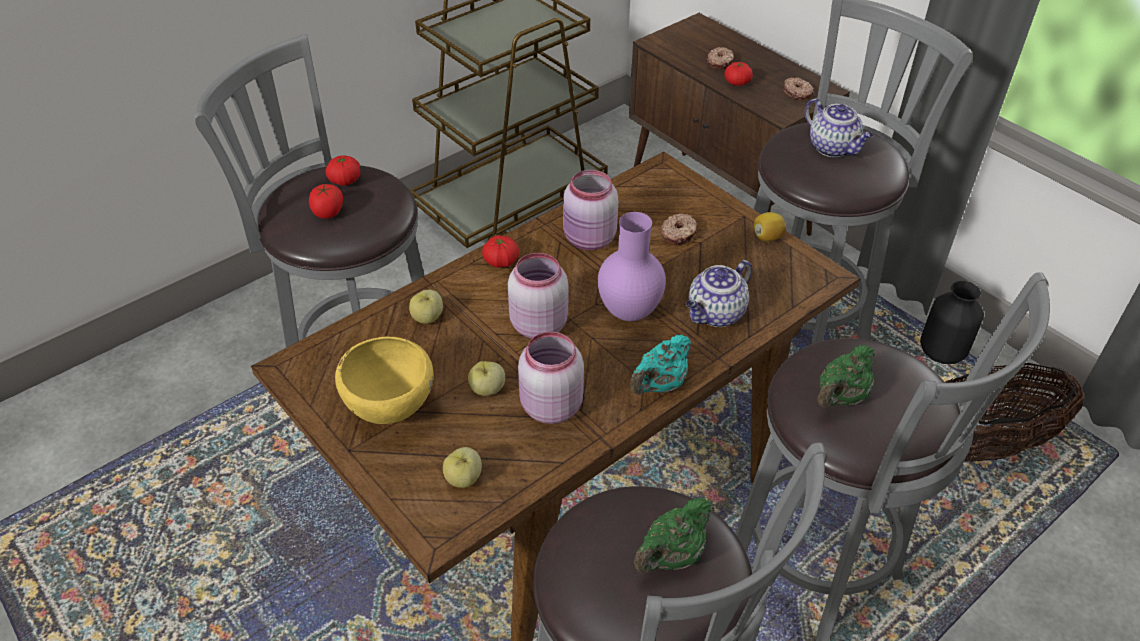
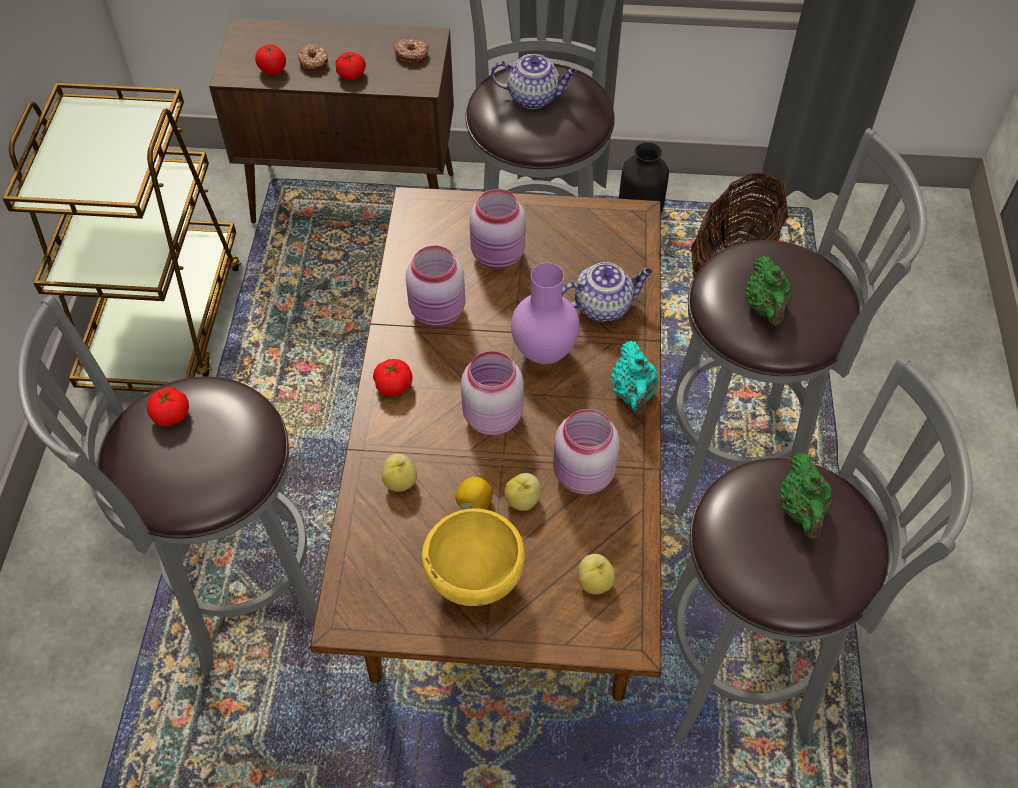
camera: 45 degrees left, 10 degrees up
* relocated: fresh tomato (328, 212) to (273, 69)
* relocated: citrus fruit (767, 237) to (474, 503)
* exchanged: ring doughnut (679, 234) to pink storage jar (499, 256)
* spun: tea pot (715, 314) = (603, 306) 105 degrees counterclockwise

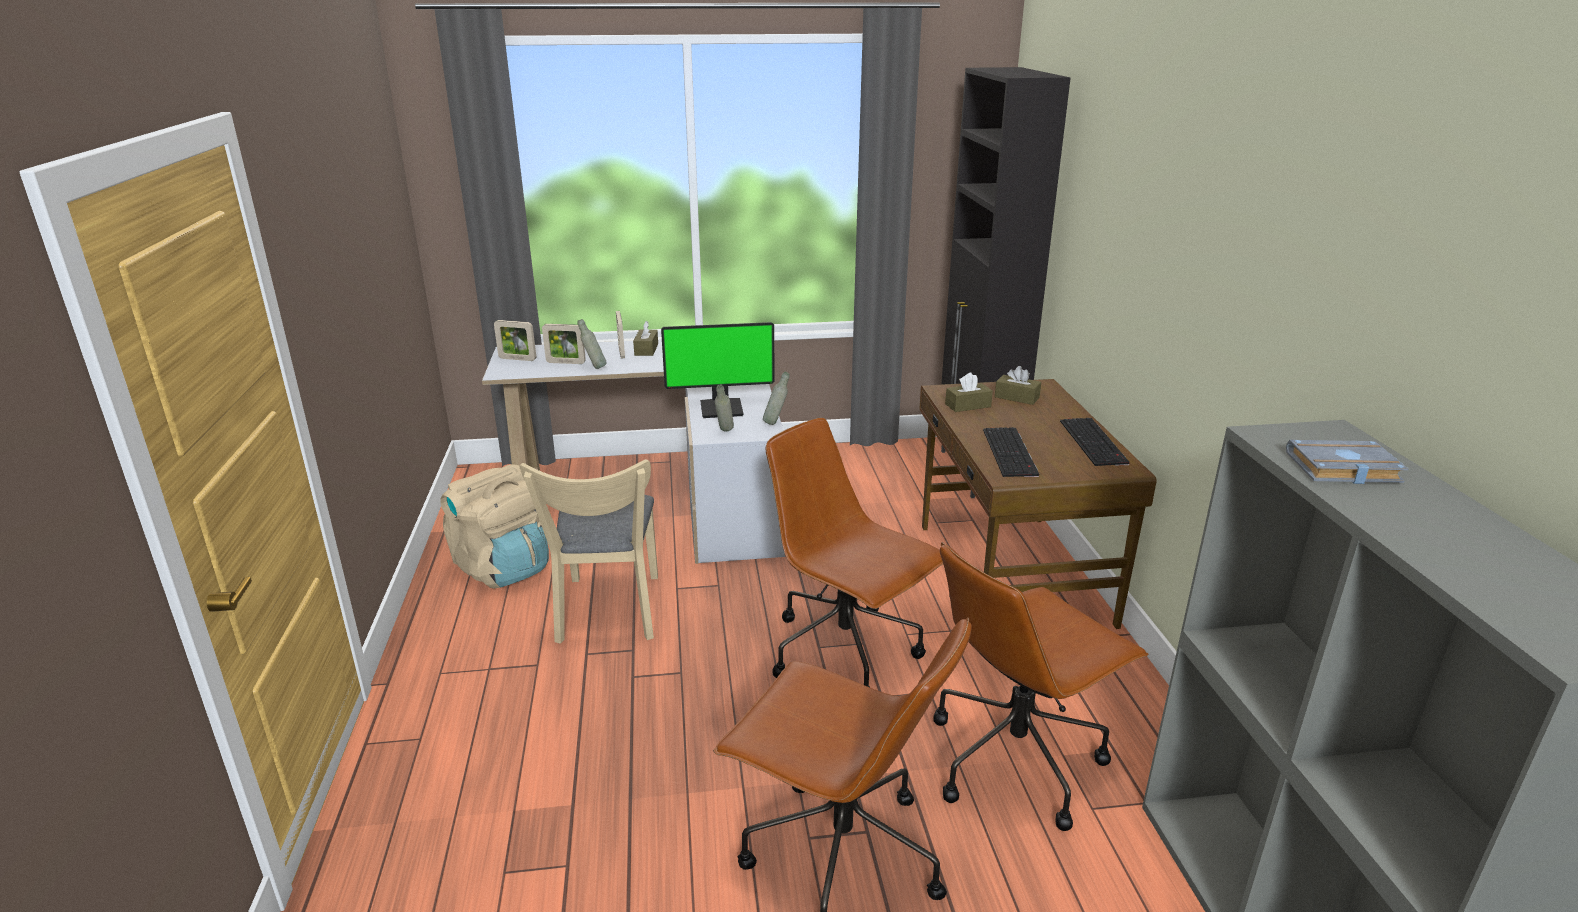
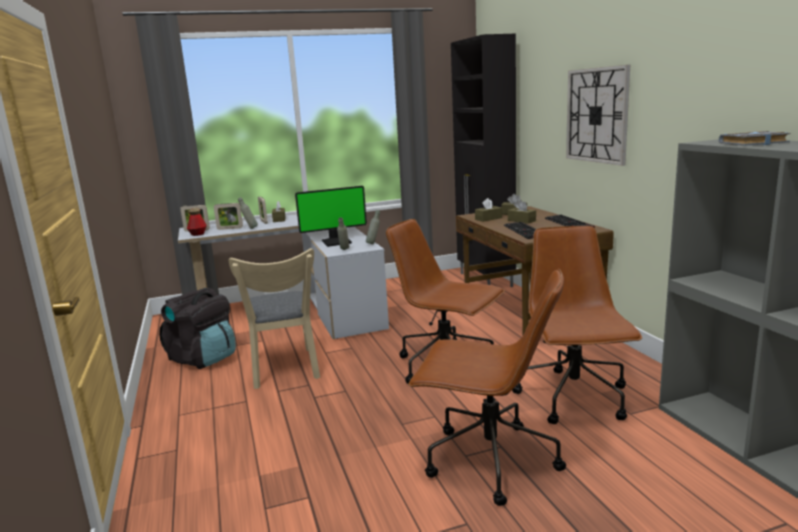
camera: 10 degrees left, 10 degrees down
* colour: sand-coloured backpack (503, 568) to blackish backpack (203, 358)
* spun: brown-coloured computer chair (1016, 759) = (574, 399) 135 degrees clockwise
* appeared: wall clock (597, 115)
* appeared: brown-coloured tissue holder (521, 221)
* appeared: beverage bottle (198, 234)

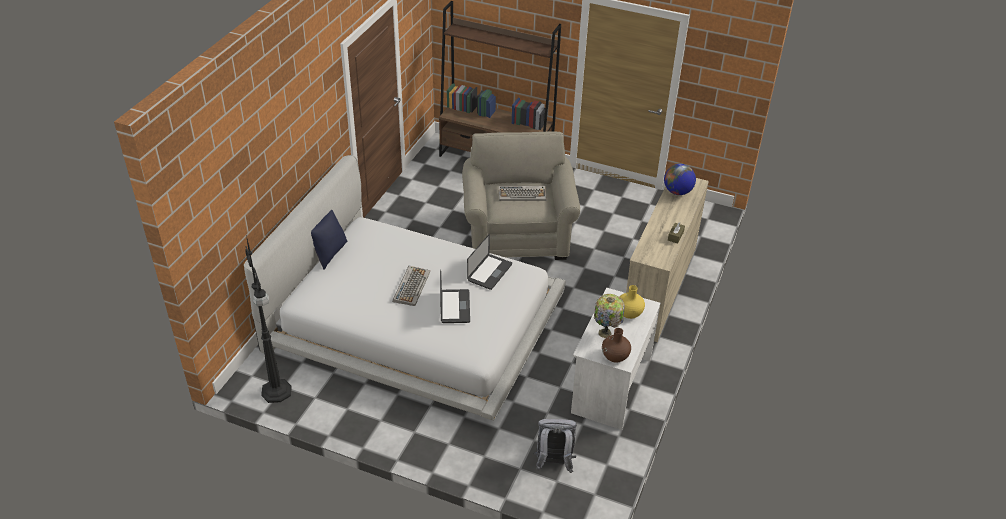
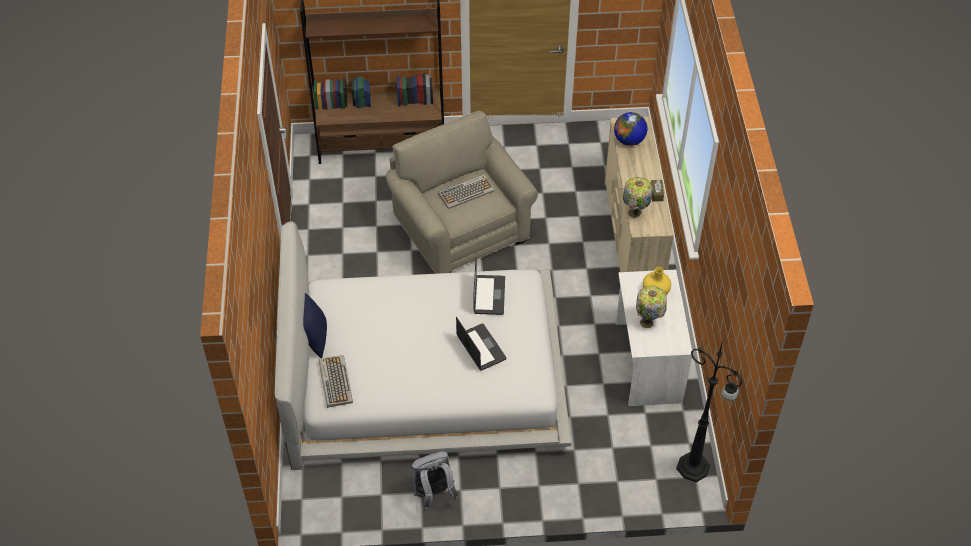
camera: 25 degrees left, 10 degrees up
* relocated: blackish standing lamp (276, 392) to (694, 468)
* relocated: PC keyboard (411, 286) to (335, 381)
* missing: brown-coloured decorative vase (615, 356)
* relocated: gray backpack (553, 463) to (433, 494)
* appeared: lamp for a table (634, 214)

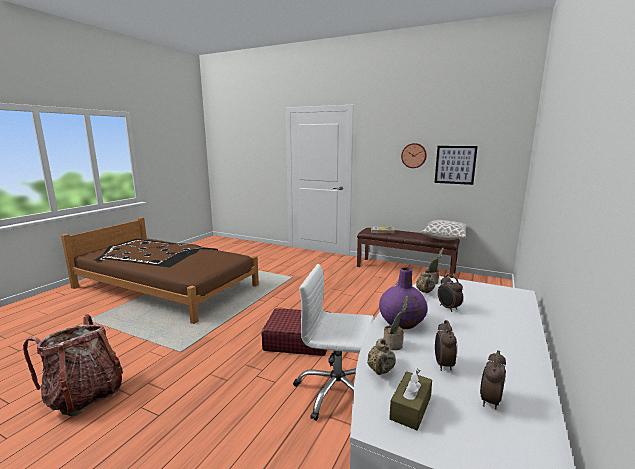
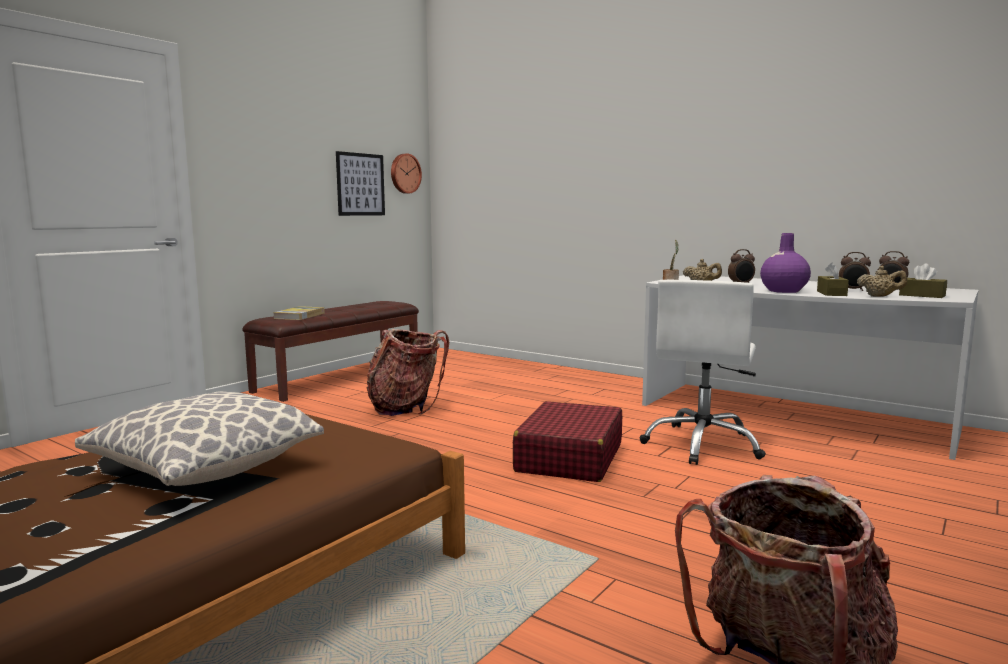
camera: 80 degrees left, 5 degrees down
* relocated: wall clock (414, 155) to (404, 173)
* relocated: pillow (444, 238) to (205, 470)
* exchanged: plant in a pot (394, 345) to brown-coloured tissue holder (831, 293)
* appeared: backpack (406, 407)

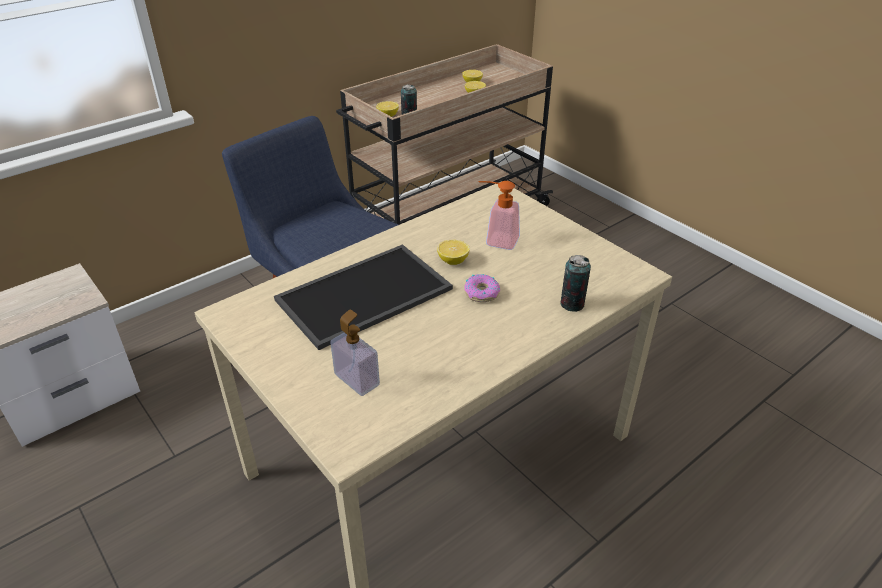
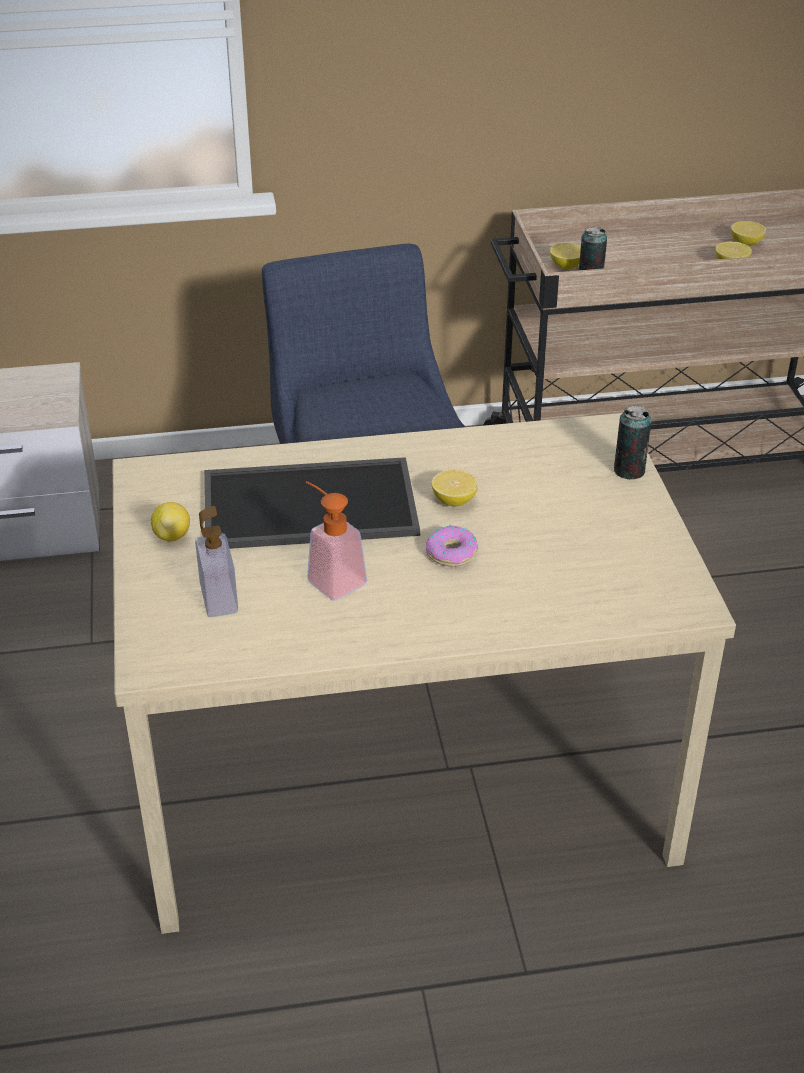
camera: 30 degrees right, 0 degrees up
* relocated: soap dispenser (496, 240) to (330, 578)
* relocated: sealed can (572, 304) to (629, 471)
* appeared: citrus fruit (172, 536)

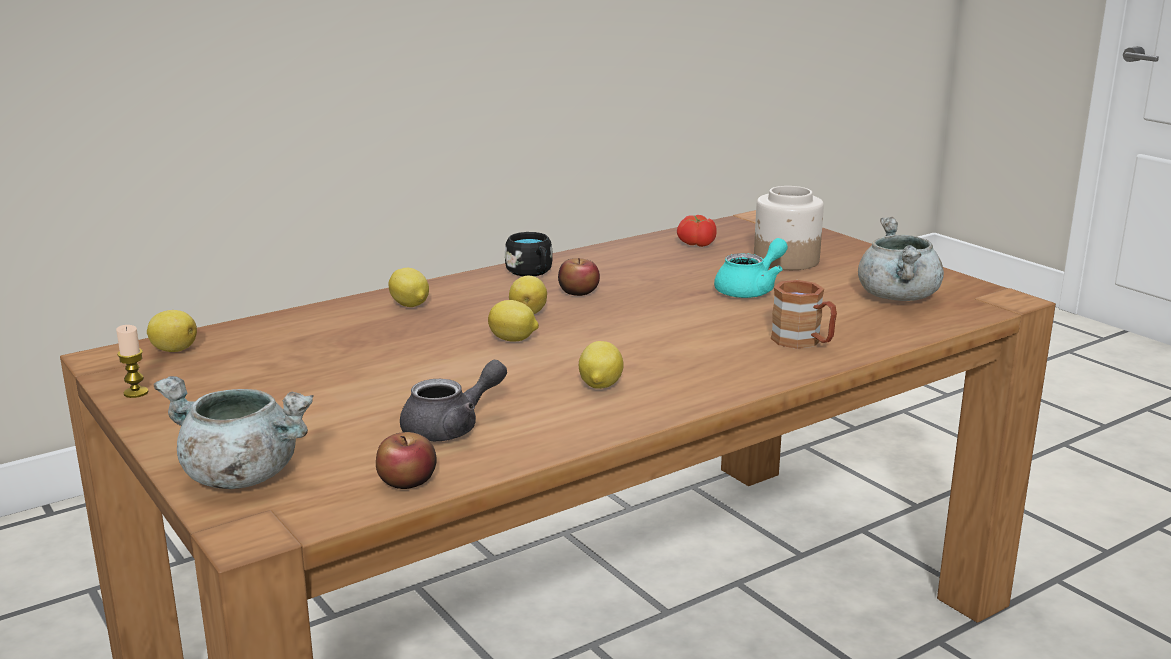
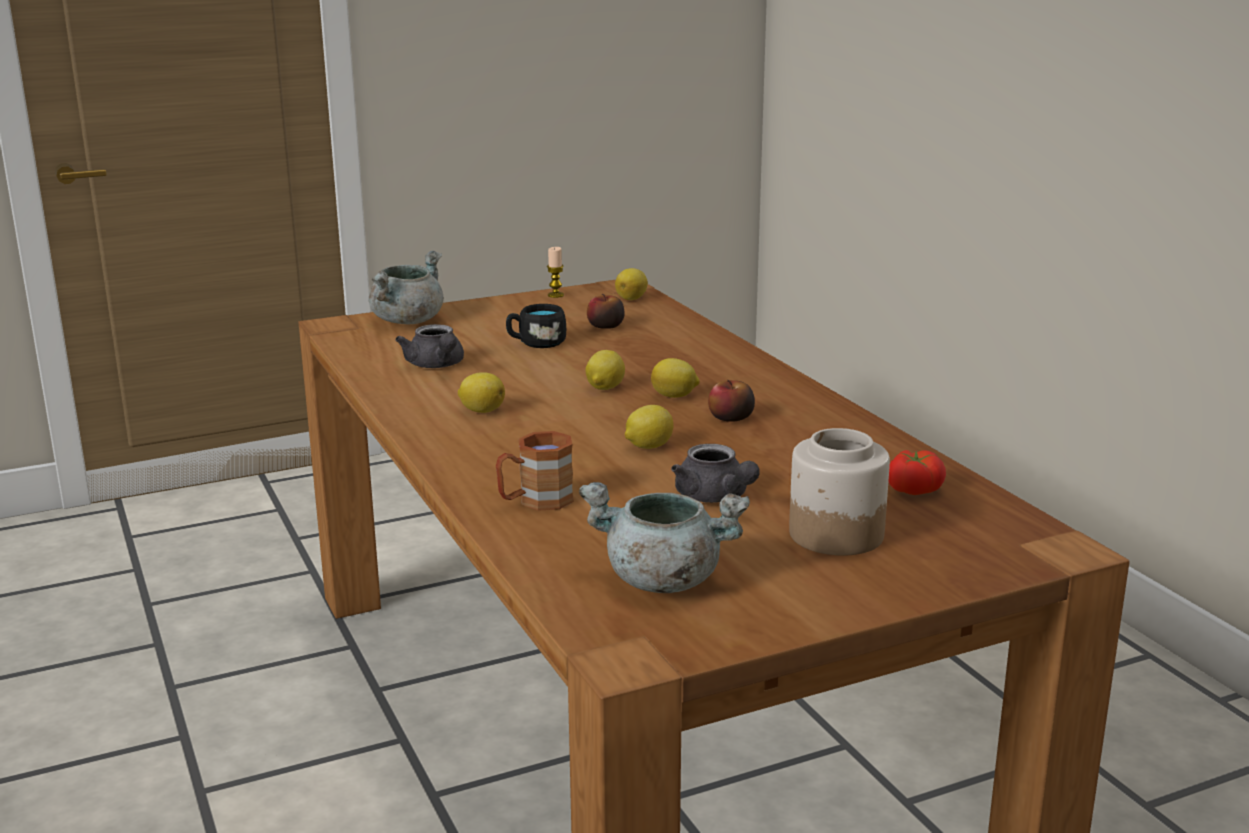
camera: 100 degrees right, 0 degrees up
* relocated: blackish coffee mug (532, 273) to (536, 343)
* colour: blue-green tea pot (751, 290) to gray tea pot (715, 498)
* relocated: citrus fruit (410, 305) to (648, 446)
* relocated: apple fruit (407, 481) to (605, 326)

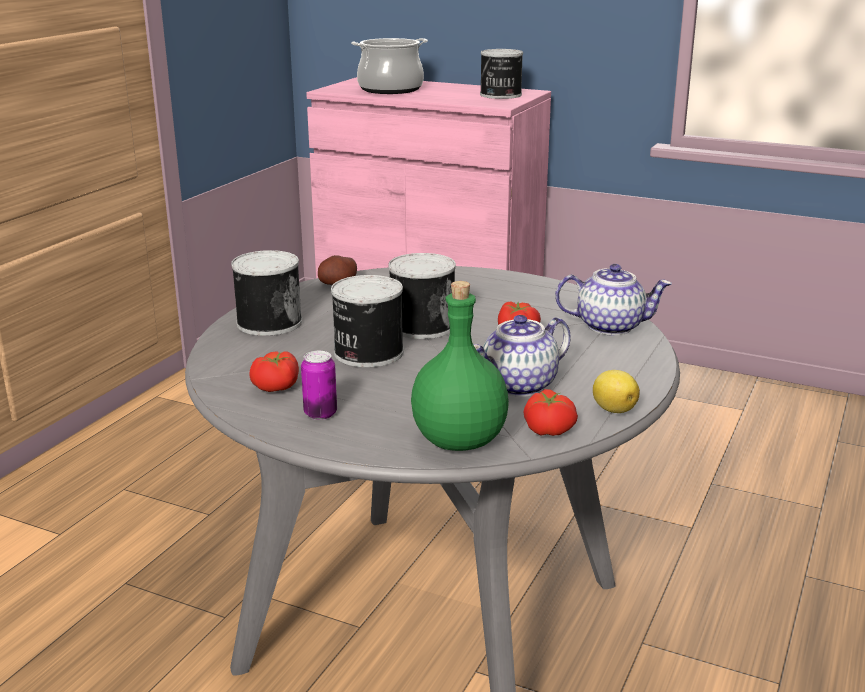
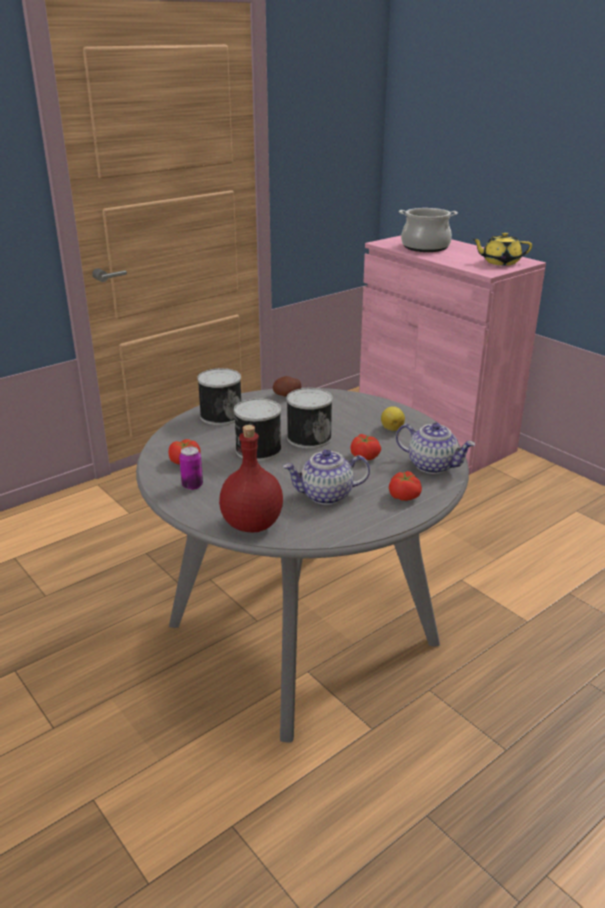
camera: 25 degrees right, 5 degrees up
* exchanged: sealed can (500, 95) to yellowish tea pot (500, 262)
* colour: greenish beverage bottle (459, 440) to red-coloured beverage bottle (253, 524)
* relocated: citrus fruit (613, 409) to (392, 428)
* relocated: fresh tomato (549, 429) to (405, 496)

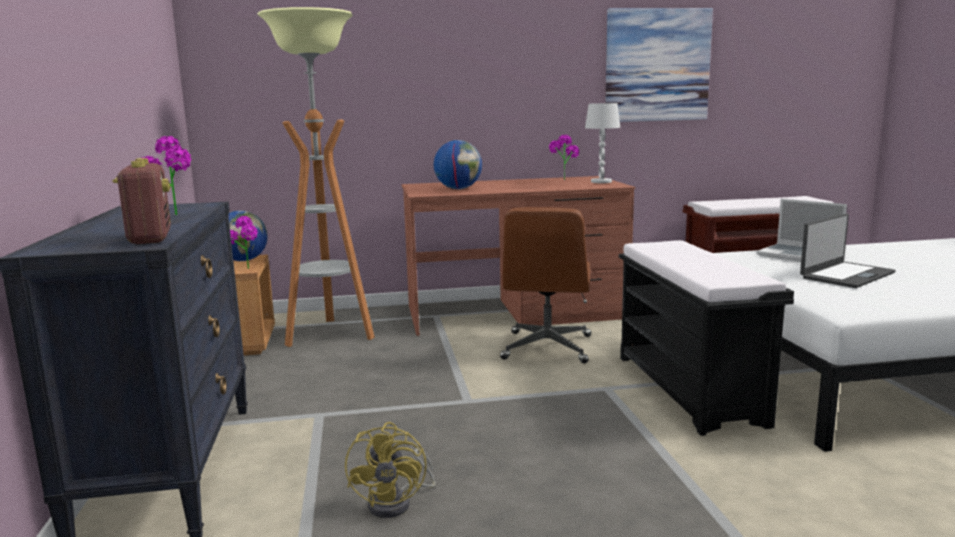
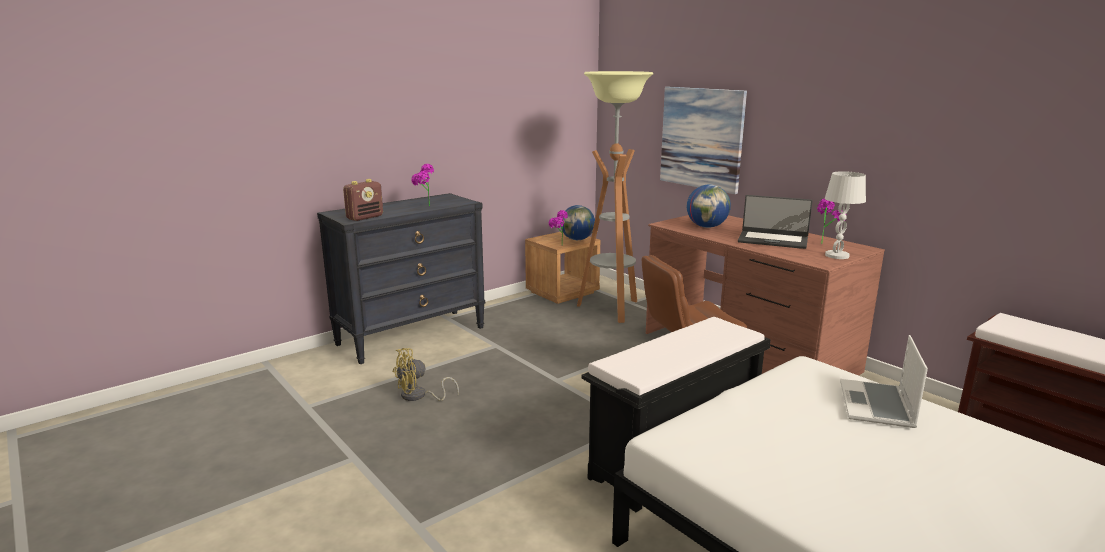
camera: 60 degrees right, 5 degrees up
* relocated: wall art (657, 65) to (701, 138)
* relocated: notebook computer (846, 275) to (772, 240)

